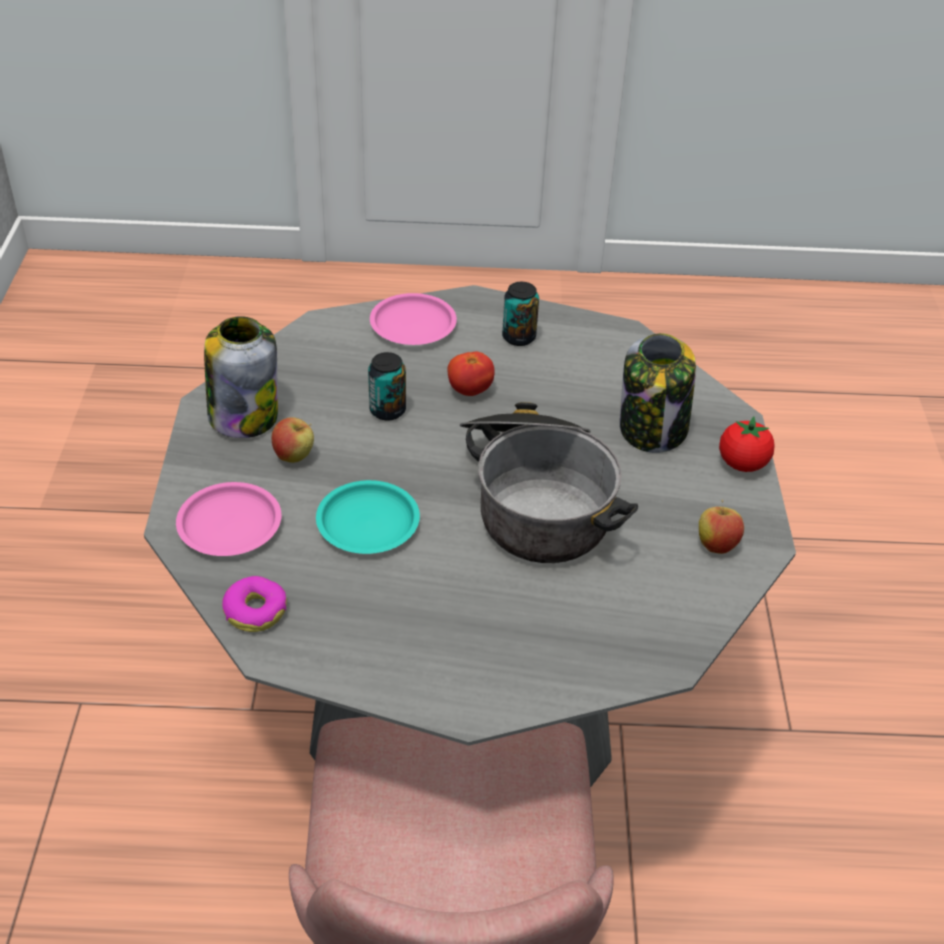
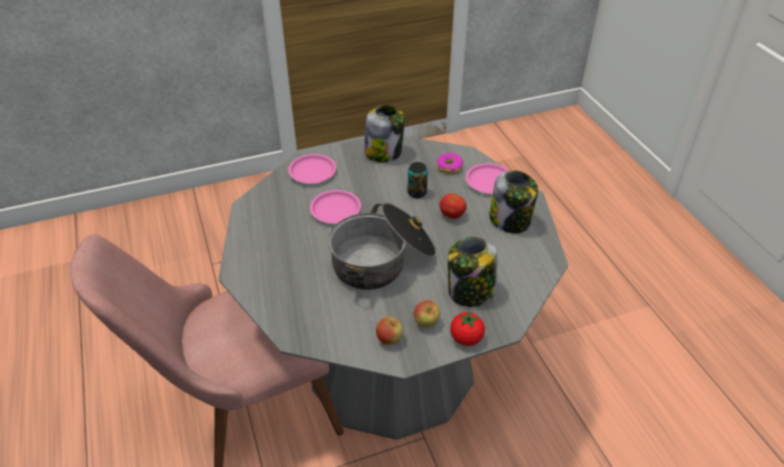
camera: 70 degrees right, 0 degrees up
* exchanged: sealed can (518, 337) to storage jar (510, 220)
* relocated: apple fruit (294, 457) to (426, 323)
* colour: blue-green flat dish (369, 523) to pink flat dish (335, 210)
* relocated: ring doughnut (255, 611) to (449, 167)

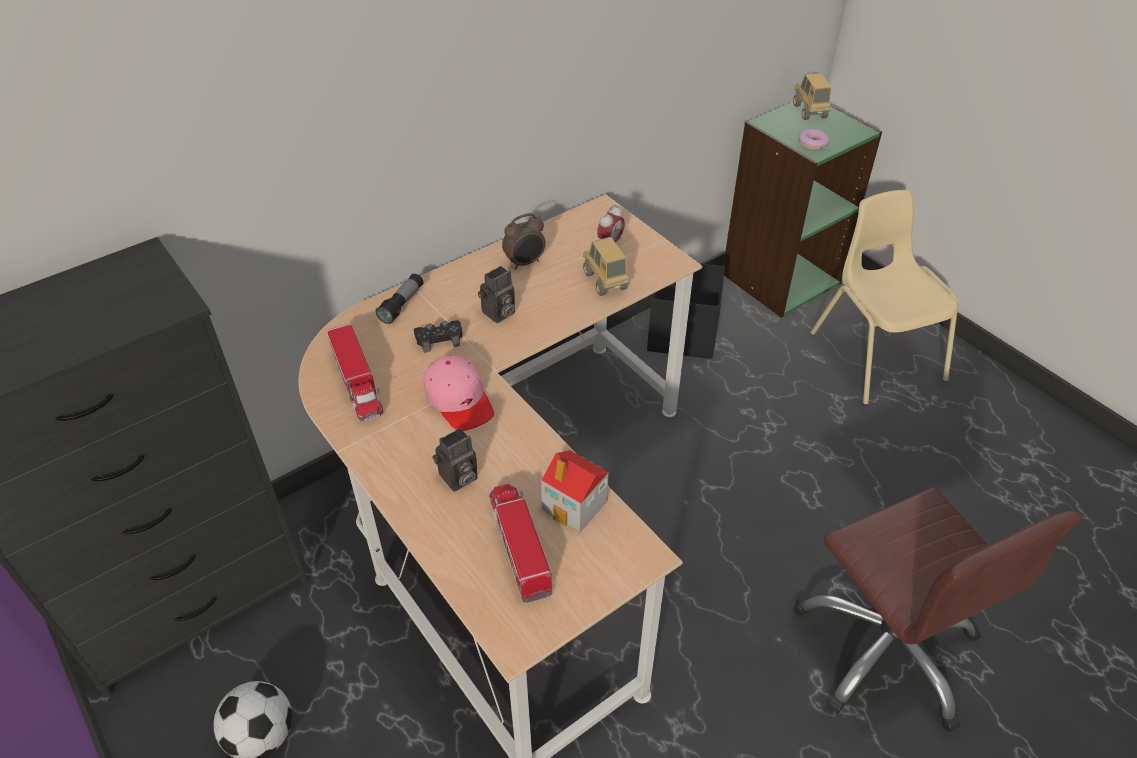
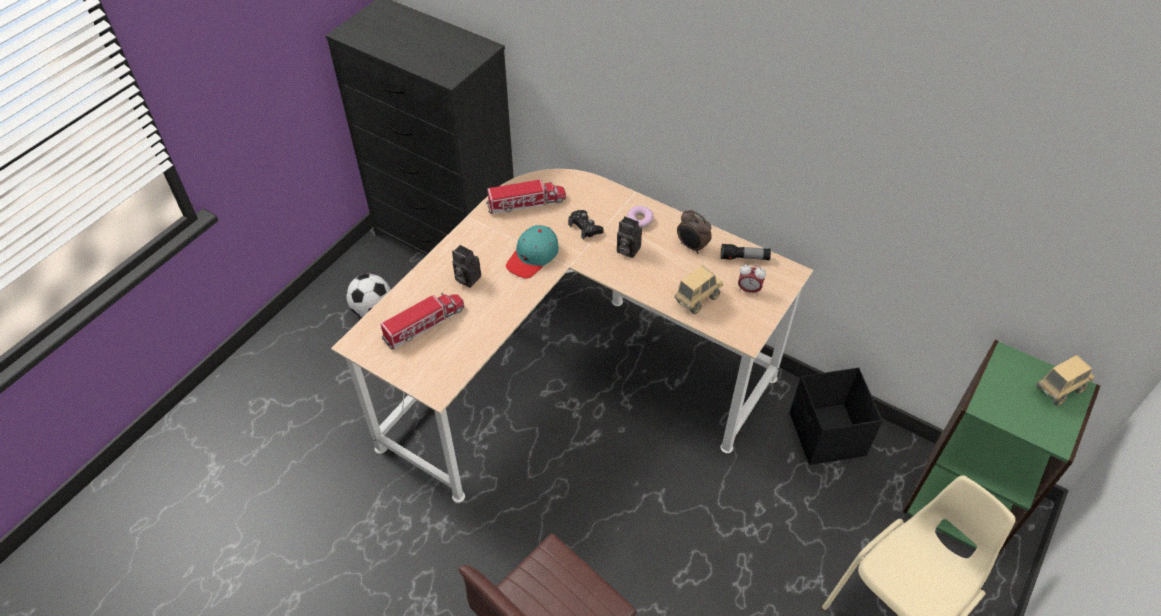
camera: 70 degrees right, 5 degrees up
* relocated: ring doughnut (812, 144) to (640, 220)
* relocated: hand torch (402, 305) to (744, 258)
* spun: model truck (357, 383) = (526, 203) 150 degrees counterclockwise
* colour: pink baseball cap (459, 400) to blue-green baseball cap (533, 257)
* missing: toy house (575, 505)

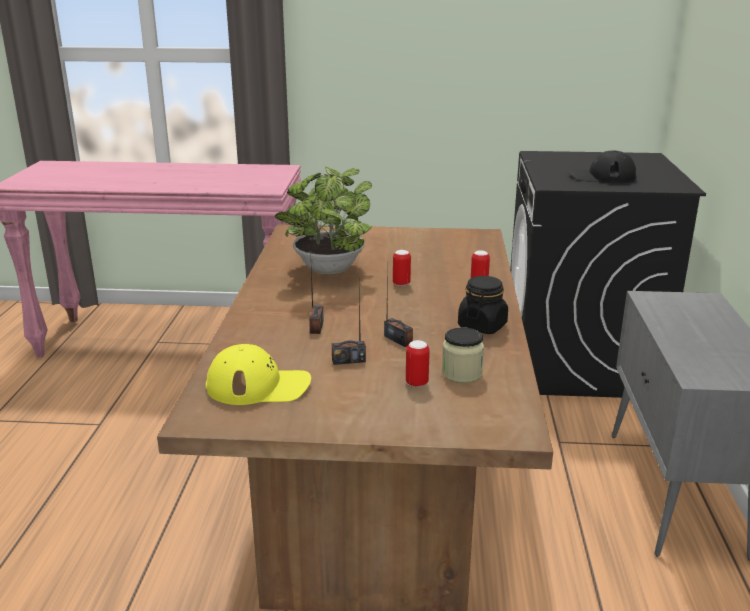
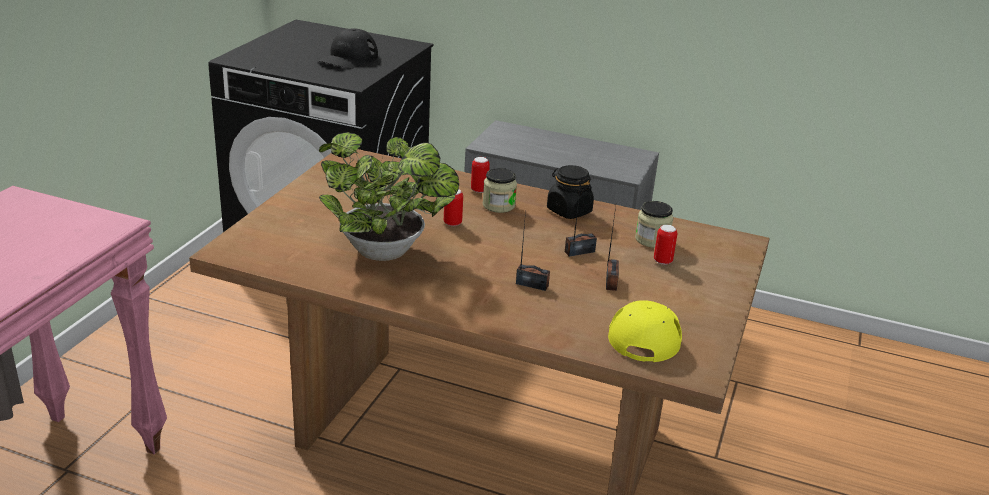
camera: 75 degrees left, 5 degrees up
* appeared: storage jar (498, 205)

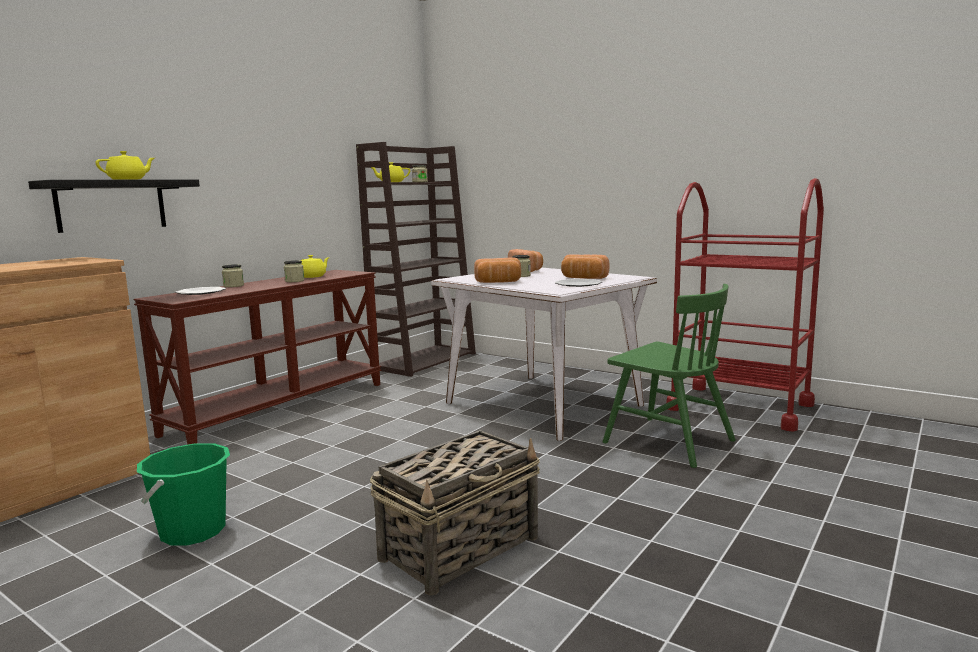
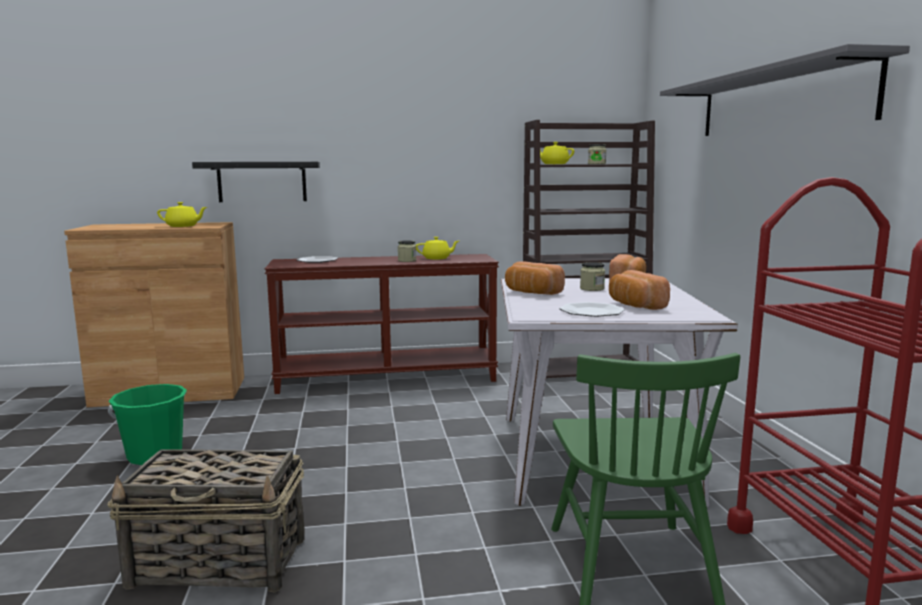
camera: 45 degrees right, 0 degrees up
* relocated: yellowish tea pot (128, 179) to (183, 226)
* missing: storage jar (233, 286)
* appeared: gray shelf (779, 101)

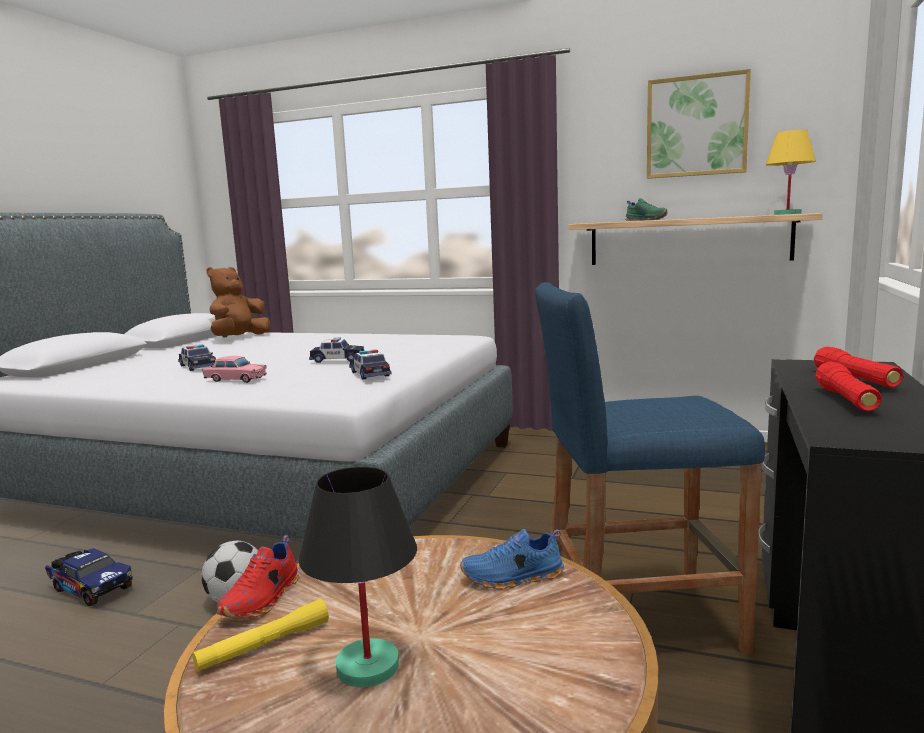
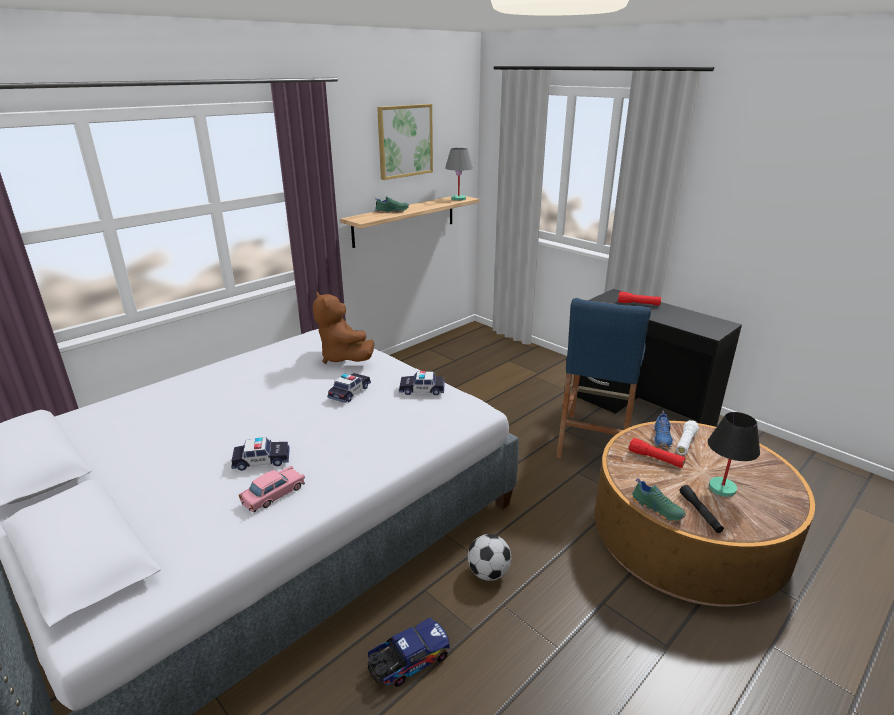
camera: 65 degrees left, 15 degrees up
* colour: yellowish lamp for a table (787, 214) to gray lamp for a table (458, 199)
* relocated: brown-coloured cuddly toy (239, 338) to (343, 358)
* relocated: pink miniature car (235, 379) to (273, 494)
* relocated: red-coloured hand torch (846, 400) to (655, 459)
* colour: red-coloured shoe (263, 599) to greenish shoe (657, 508)
* colour: yellowish hand torch (264, 645) to blackish hand torch (700, 512)
* appeared: white-coloured hand torch (685, 443)

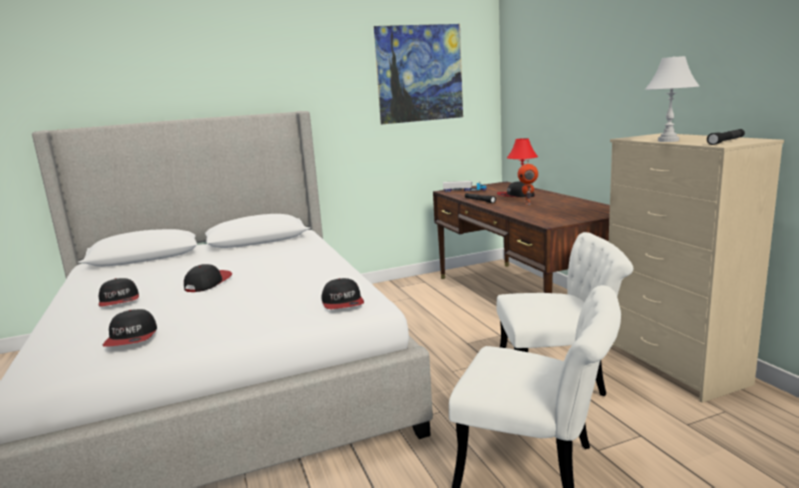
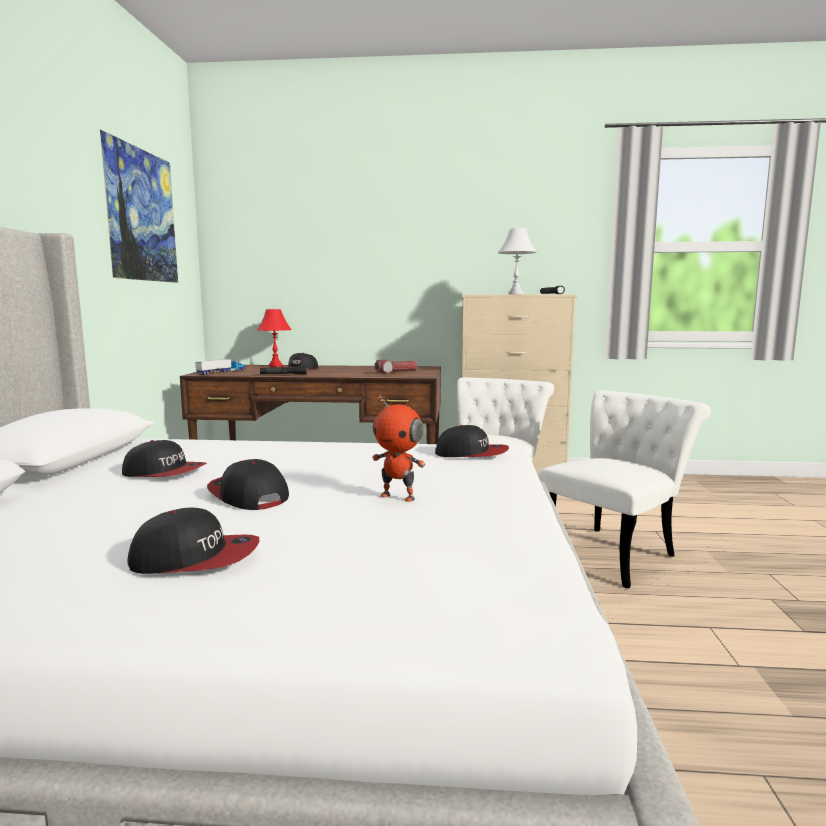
camera: 65 degrees left, 5 degrees down
* relocated: model robot (528, 203) to (398, 497)
* relocated: baseball cap (132, 337) to (165, 472)
* appeared: hand torch (396, 372)

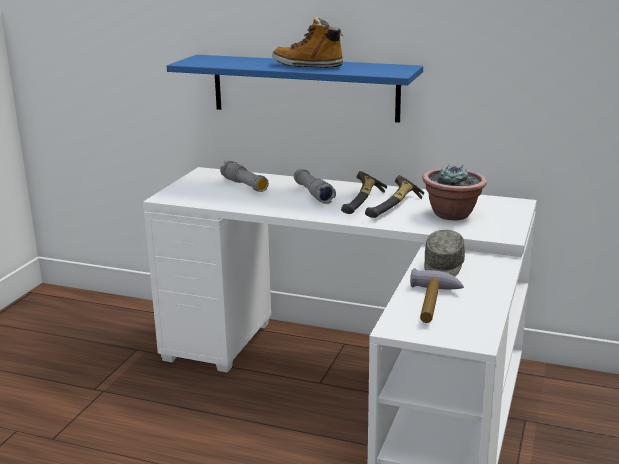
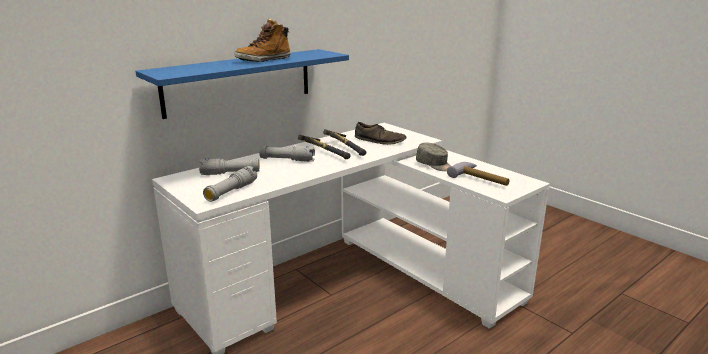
camera: 60 degrees left, 0 degrees up
* exchanged: plant in a pot (452, 214) to brown-coloured shoe (379, 141)
* appeared: gray hand torch (231, 192)

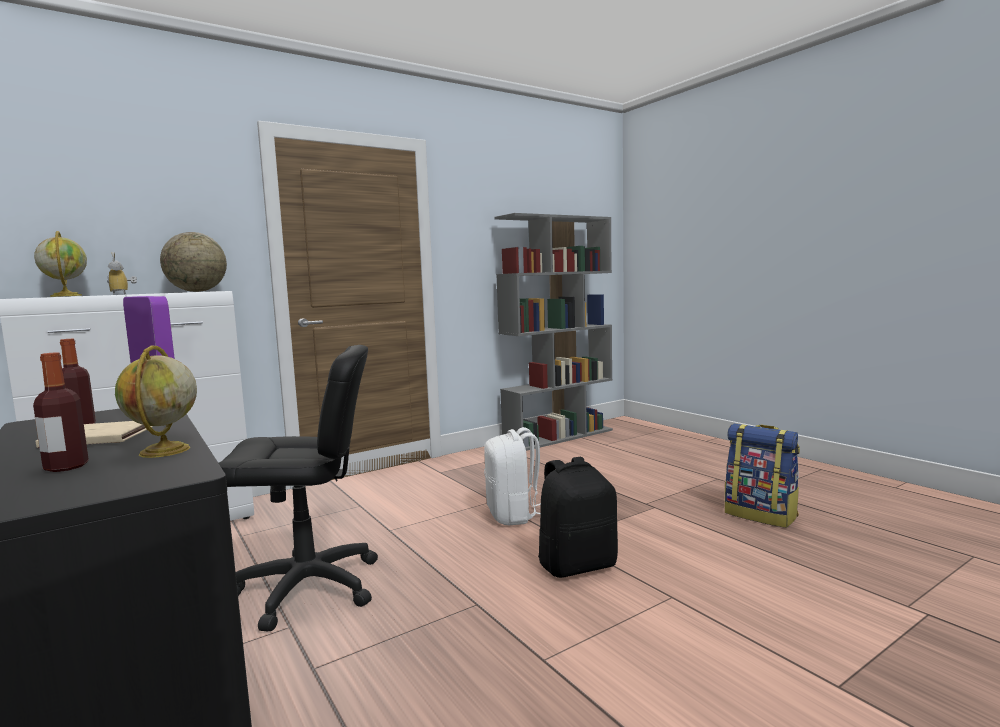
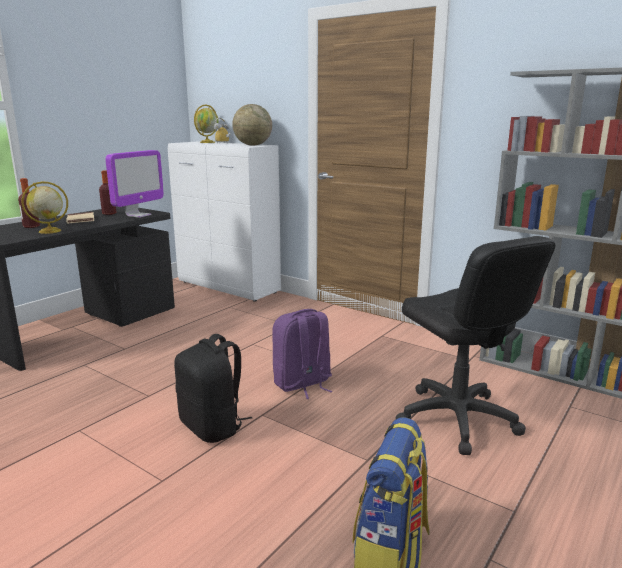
camera: 70 degrees right, 10 degrees up
* relocated: blackish computer chair (308, 588) to (457, 418)
* colour: white-coloured backpack (513, 515) to purplish backpack (302, 384)

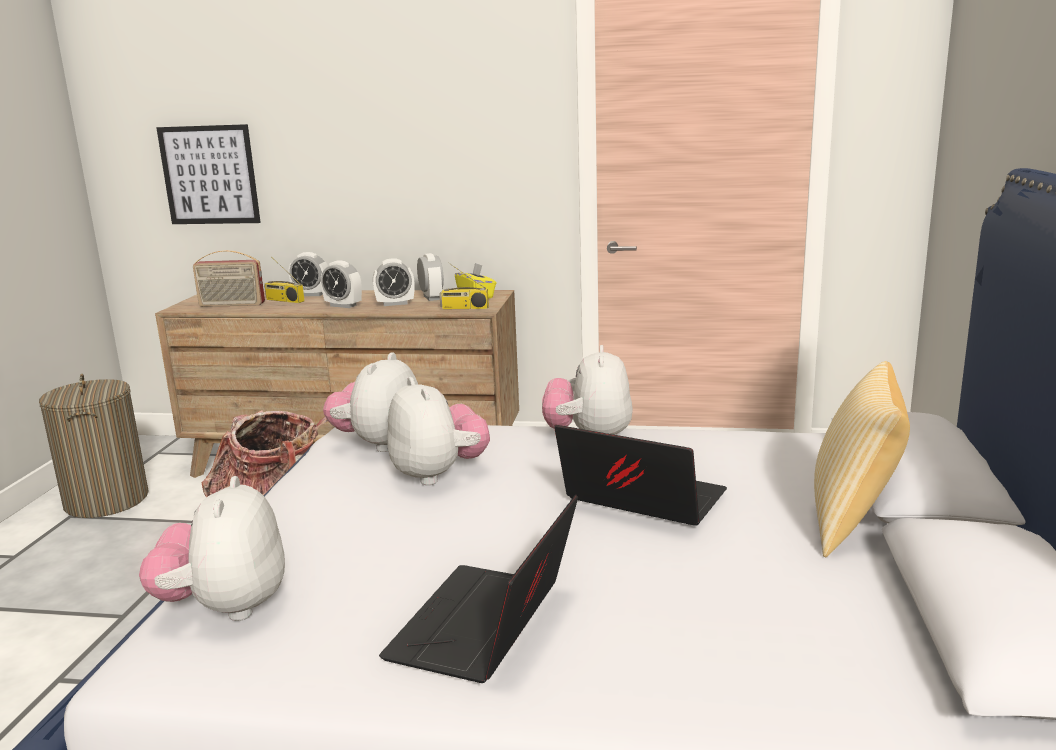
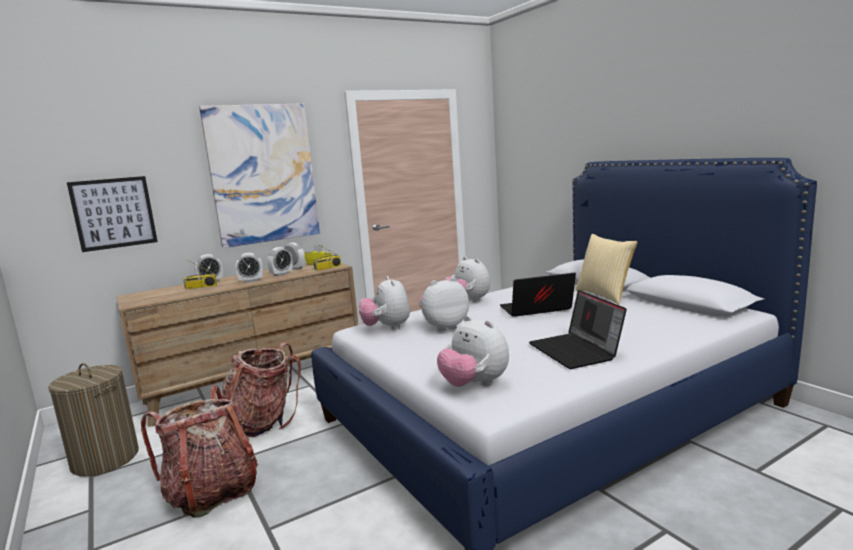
camera: 40 degrees left, 5 degrees down
* missing: radio (231, 305)
* spun: cuddly toy (438, 474) = (444, 327) 45 degrees counterclockwise
* appeared: wall art (263, 174)
* appeared: backpack (211, 492)

